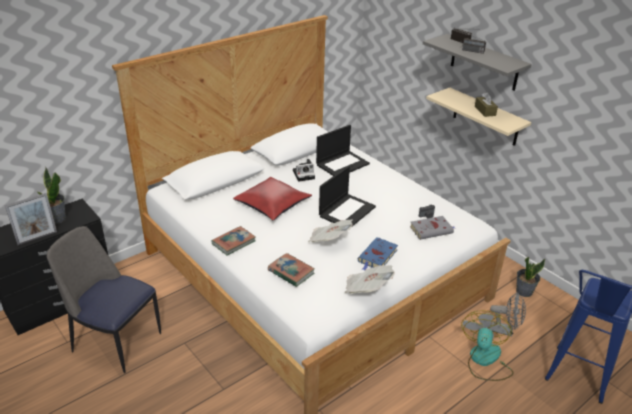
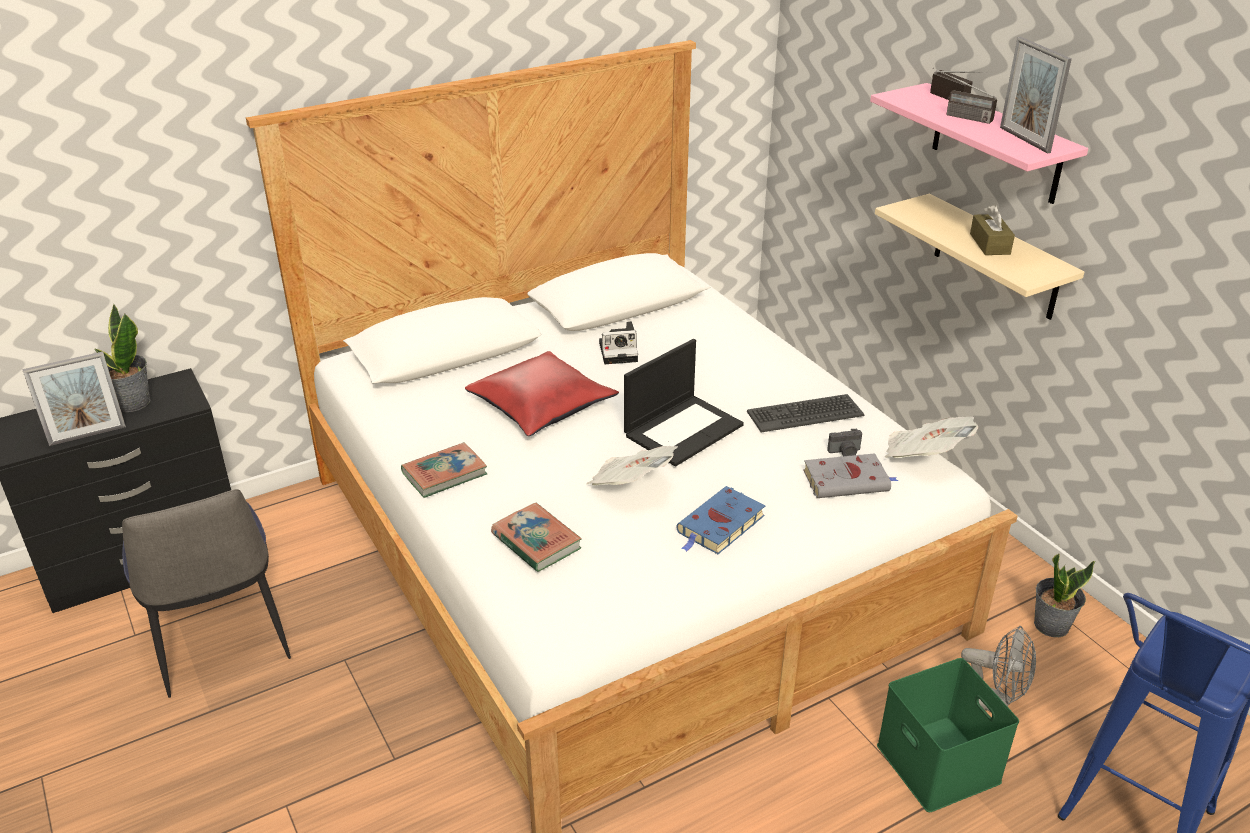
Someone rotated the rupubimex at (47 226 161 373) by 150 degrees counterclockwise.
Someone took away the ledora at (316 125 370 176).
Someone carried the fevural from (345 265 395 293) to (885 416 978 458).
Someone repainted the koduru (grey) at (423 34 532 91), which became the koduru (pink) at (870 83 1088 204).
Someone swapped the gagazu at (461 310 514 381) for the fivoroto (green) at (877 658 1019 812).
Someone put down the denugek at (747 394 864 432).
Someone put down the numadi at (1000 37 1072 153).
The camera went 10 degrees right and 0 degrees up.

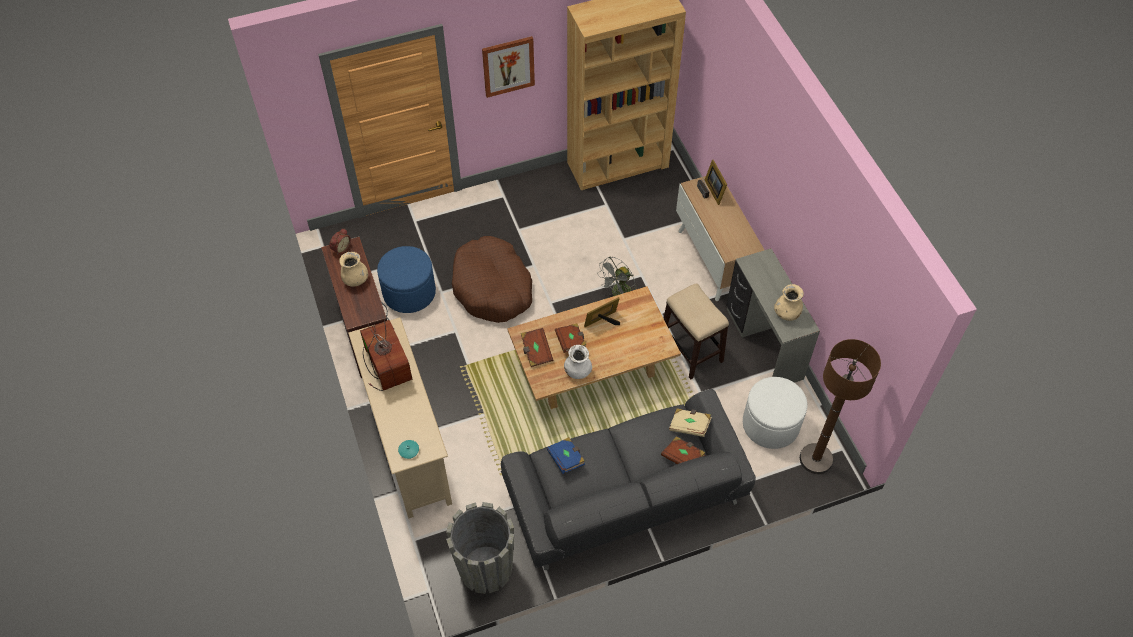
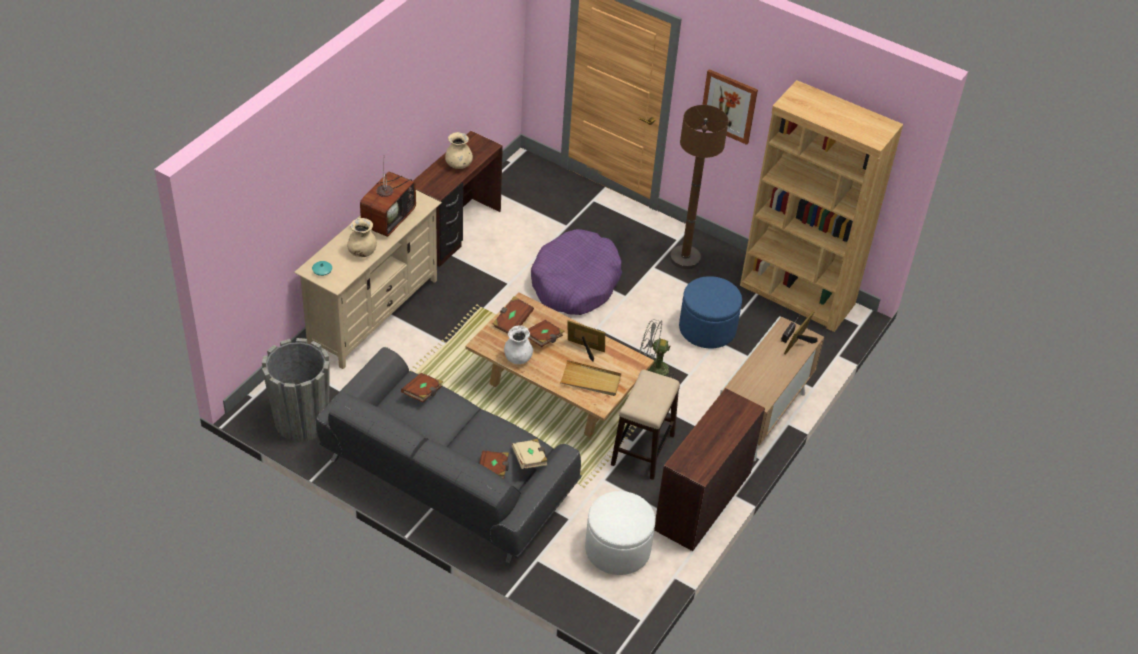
Someone took away the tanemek at (329 228 351 255).
Someone carried the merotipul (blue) from (377 246 436 313) to (679 276 742 348).
Someone repainted the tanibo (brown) at (452 236 532 323), which became the tanibo (purple) at (531 229 622 315).
Someone repainted the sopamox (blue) at (547 437 585 474), which became the sopamox (brown) at (401 373 443 402).
Someone repainted the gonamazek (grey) at (726 248 820 383), which became the gonamazek (brown) at (654 388 765 551).
Someone carried the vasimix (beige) from (774 284 804 321) to (347 218 377 257).
Someone carried the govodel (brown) from (800 339 881 474) to (670 105 728 269).
Someone put down the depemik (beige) at (560 360 621 396).
The camera went 50 degrees right and 10 degrees down.

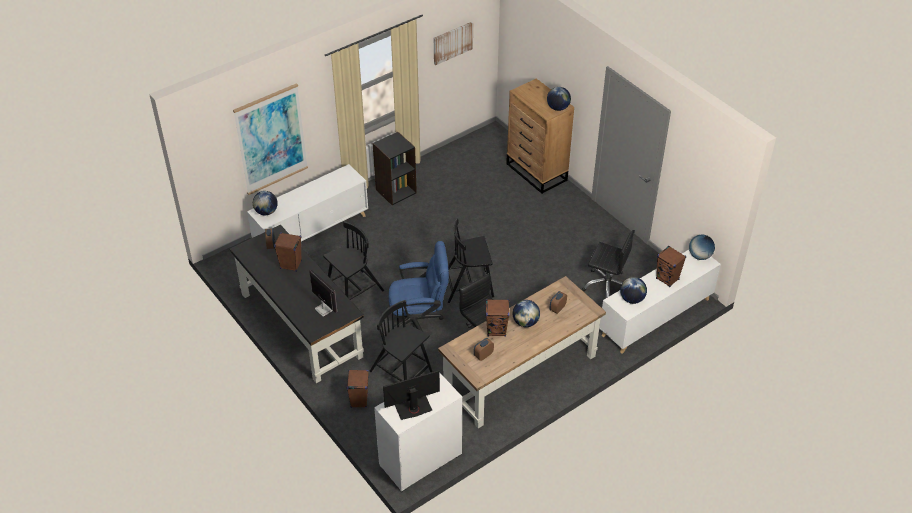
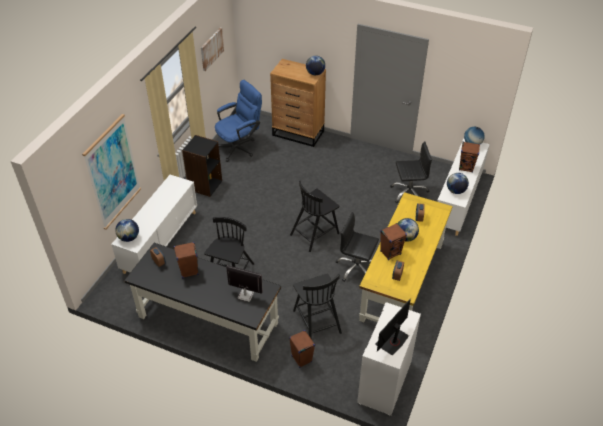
Someone rotated the rupubimex (black) at (369 300 432 381) by 120 degrees counterclockwise.
Someone carried the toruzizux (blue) from (387 241 449 331) to (215 80 262 162).
Someone repainted the gonamazek (brown) at (438 276 606 428), which became the gonamazek (yellow) at (359 192 453 322).
The camera went 30 degrees left and 0 degrees up.

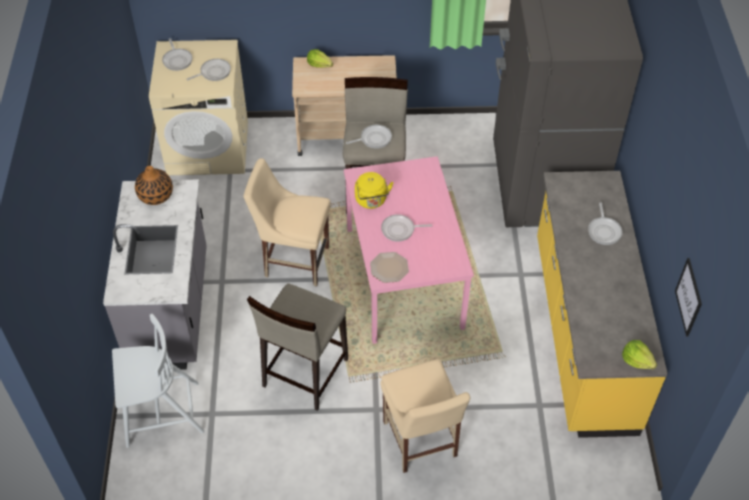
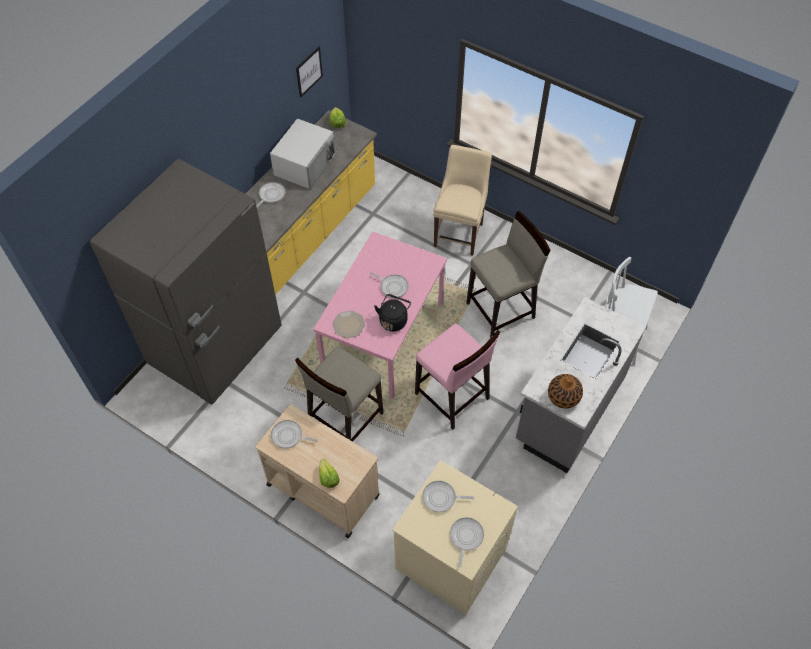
Someone swapped the rupubimex (beige) at (244 158 330 286) for the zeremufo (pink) at (415 324 500 430).
Someone carried the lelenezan from (346 125 392 149) to (271 420 318 449).
Someone repainted the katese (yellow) at (355 172 393 209), which became the katese (black) at (374 294 411 331).
Someone carried the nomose from (370 252 409 283) to (332 310 366 338).
Someone put down the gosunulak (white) at (270 119 335 189).
The camera went 145 degrees left and 5 degrees up.

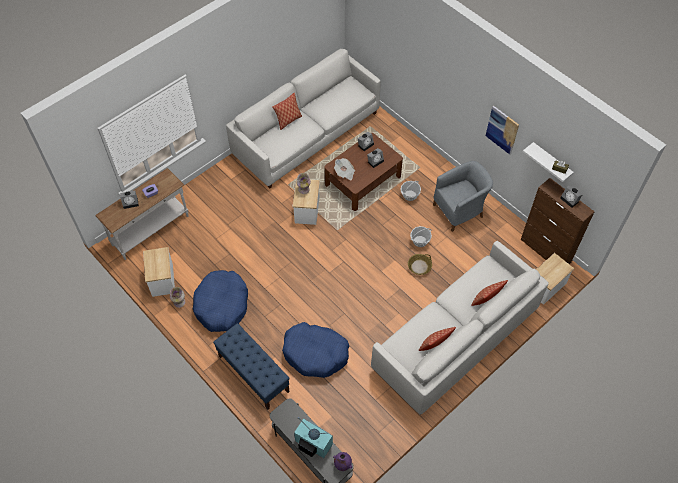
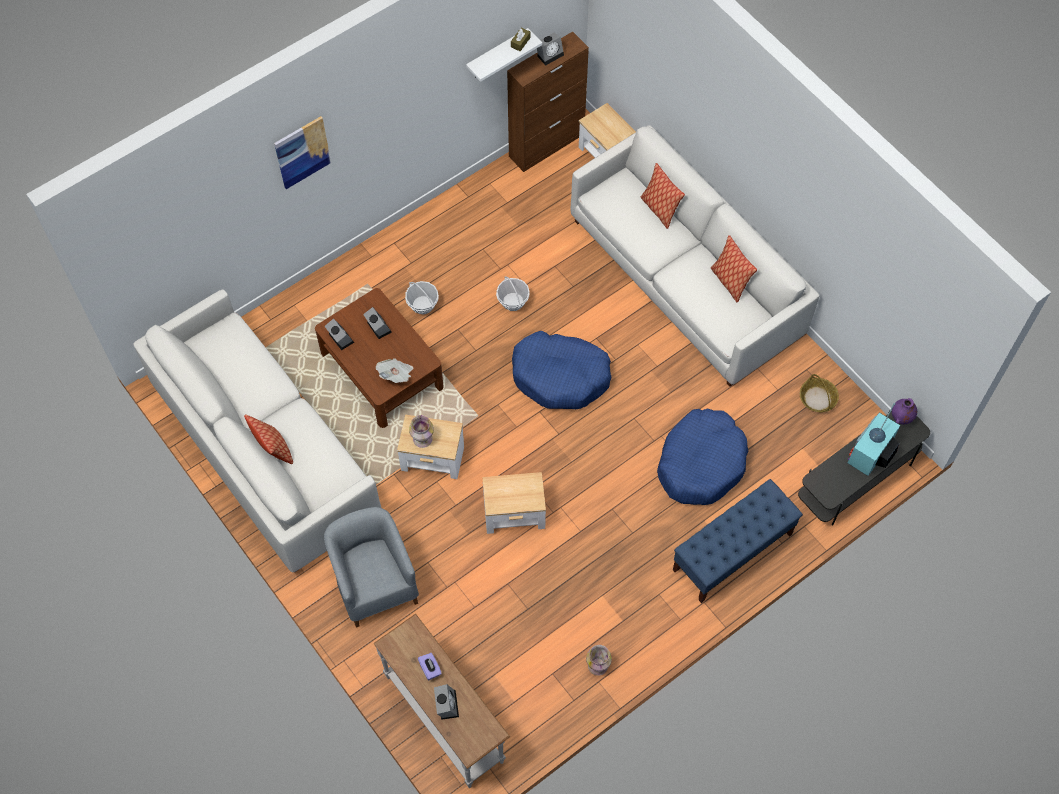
Someone carried the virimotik from (143 247 175 297) to (482 472 546 534).
Someone carried the tanibo (blue) from (193 270 248 332) to (512 331 612 409).
Someone carried the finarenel from (408 254 432 275) to (800 374 839 412).
Someone carried the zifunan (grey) from (433 161 493 232) to (324 507 419 628).
Someone carried the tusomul from (486 106 519 154) to (274 116 331 189).
The camera went 85 degrees left and 5 degrees up.

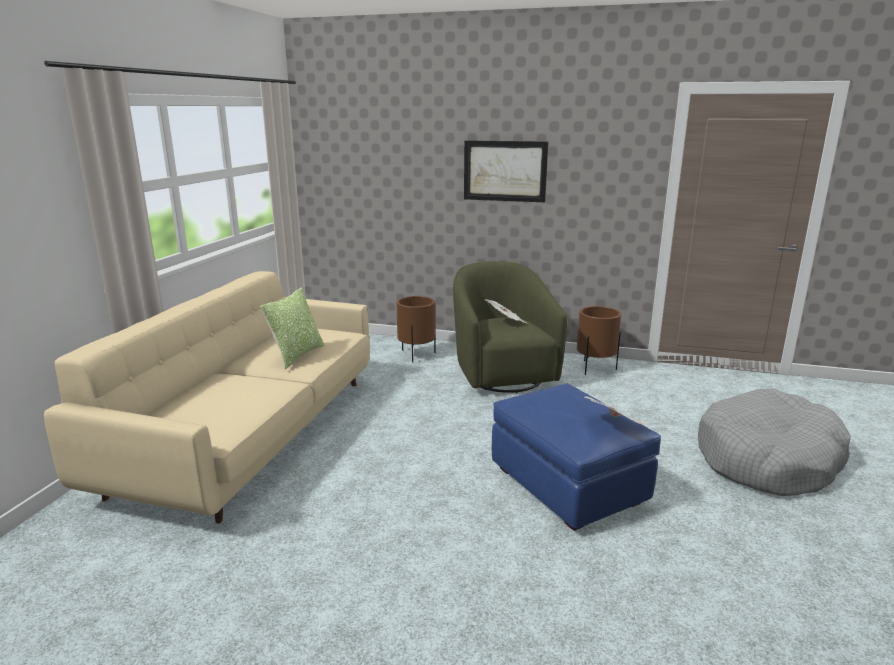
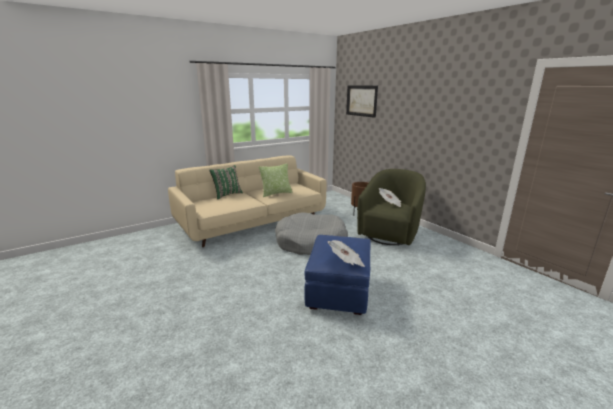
Someone carried the tusomul from (464 140 548 202) to (346 85 378 118).
Someone took away the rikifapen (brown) at (577 306 621 375).
Someone carried the tanibo (grey) from (698 389 851 496) to (275 212 348 255).
Someone put down the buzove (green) at (209 165 243 199).
The camera went 40 degrees right and 0 degrees up.

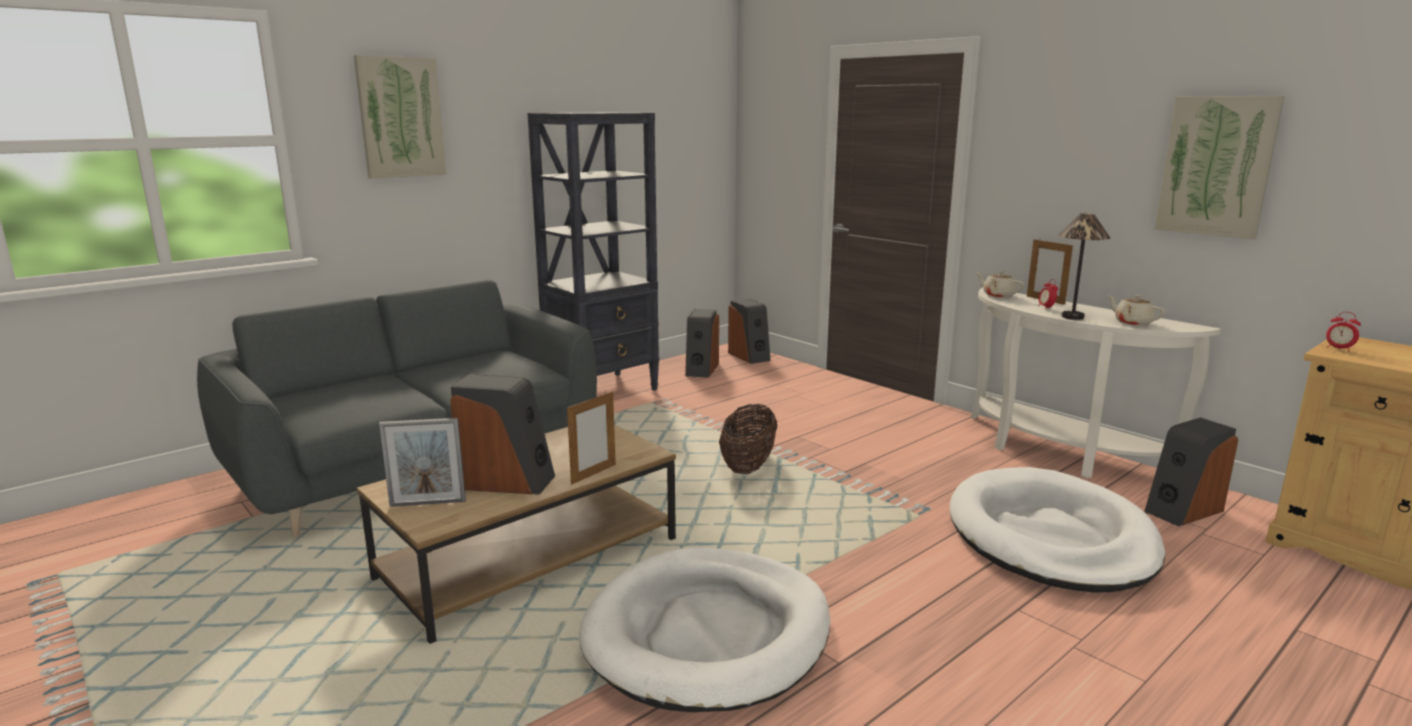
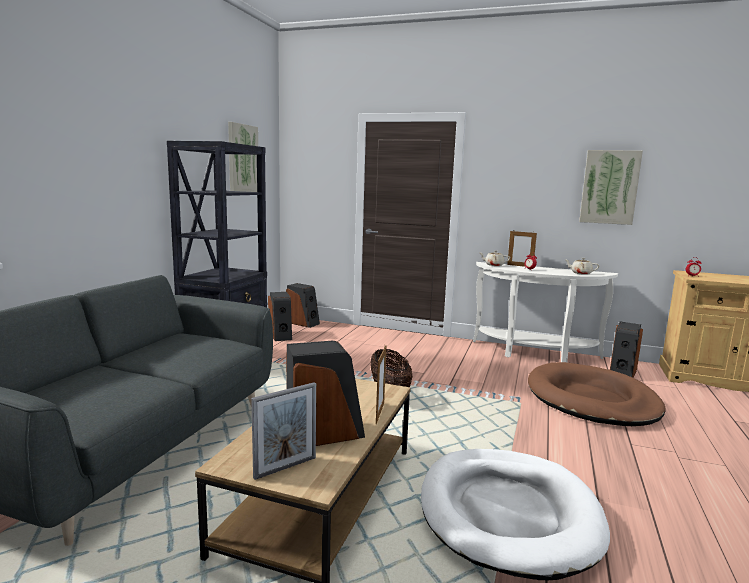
Someone carried the tusomul from (354 55 446 179) to (228 122 258 192).
Someone repainted the tanibo (white) at (950 467 1165 593), which became the tanibo (brown) at (528 362 666 426).
Someone took away the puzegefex at (1058 213 1110 320).
The camera went 30 degrees left and 5 degrees down.

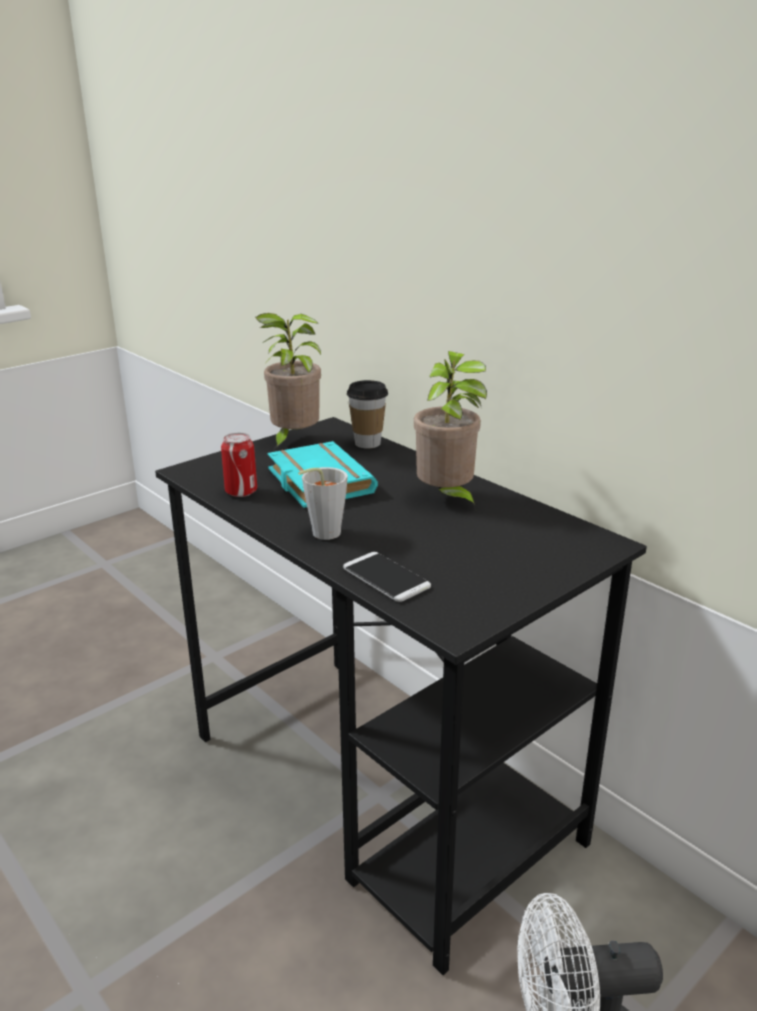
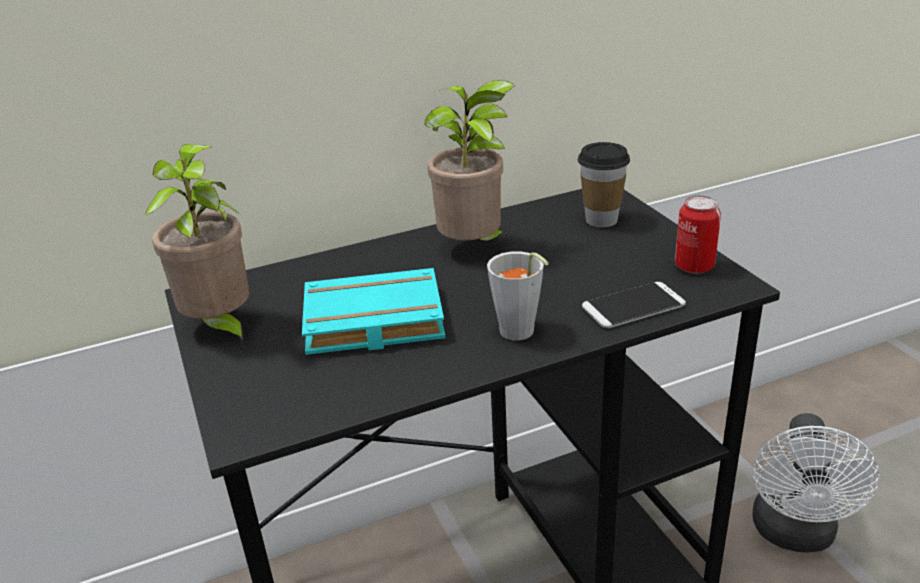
Someone carried the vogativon from (221 433 257 497) to (675 195 721 274).
Someone carried the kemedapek from (347 380 388 449) to (578 142 630 227).
The camera went 70 degrees left and 5 degrees up.

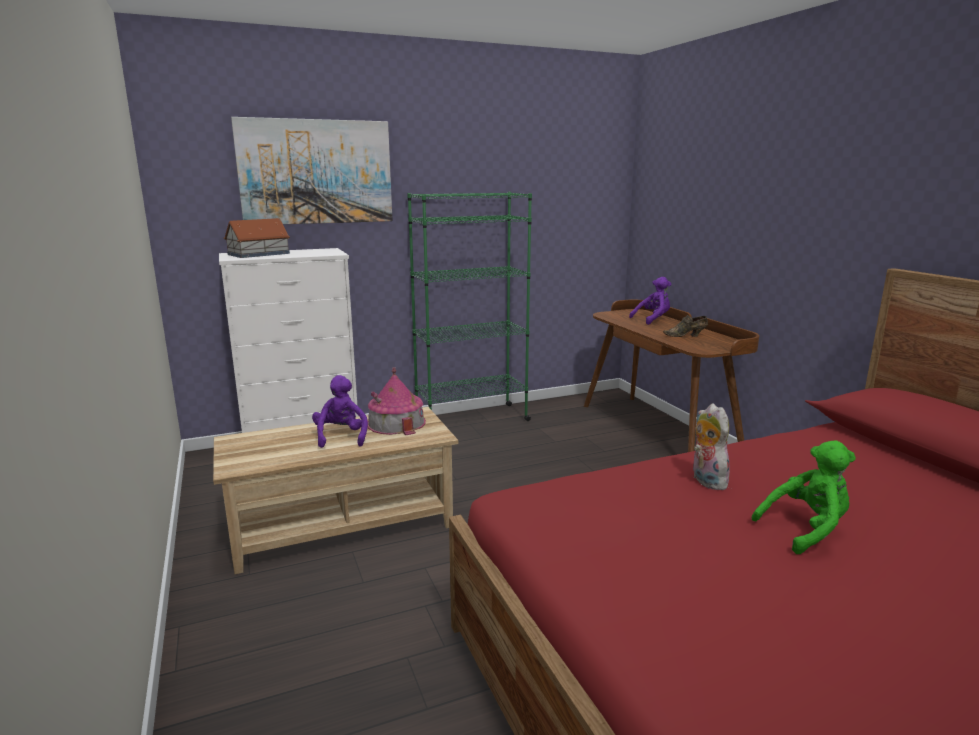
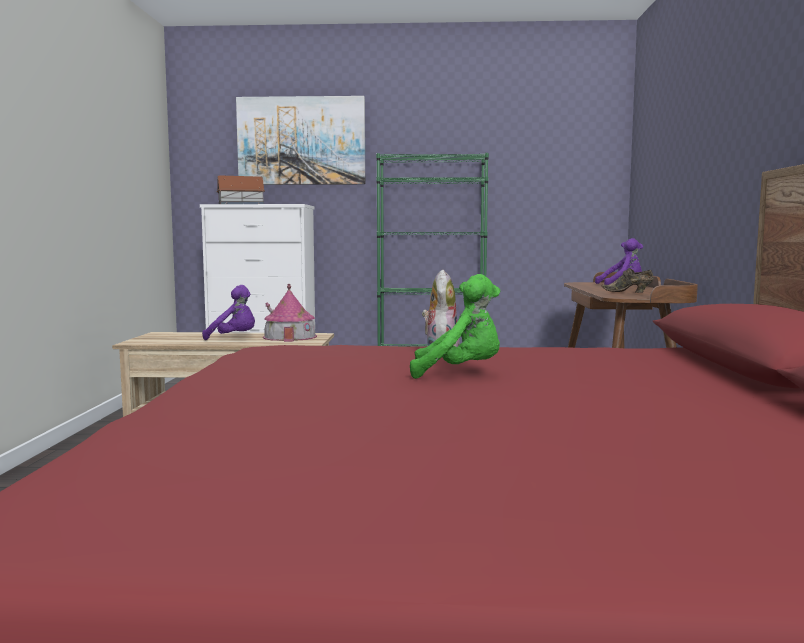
Someone rotated the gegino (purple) at (312 375 368 448) by 90 degrees clockwise.
The camera went 25 degrees right and 10 degrees down.

